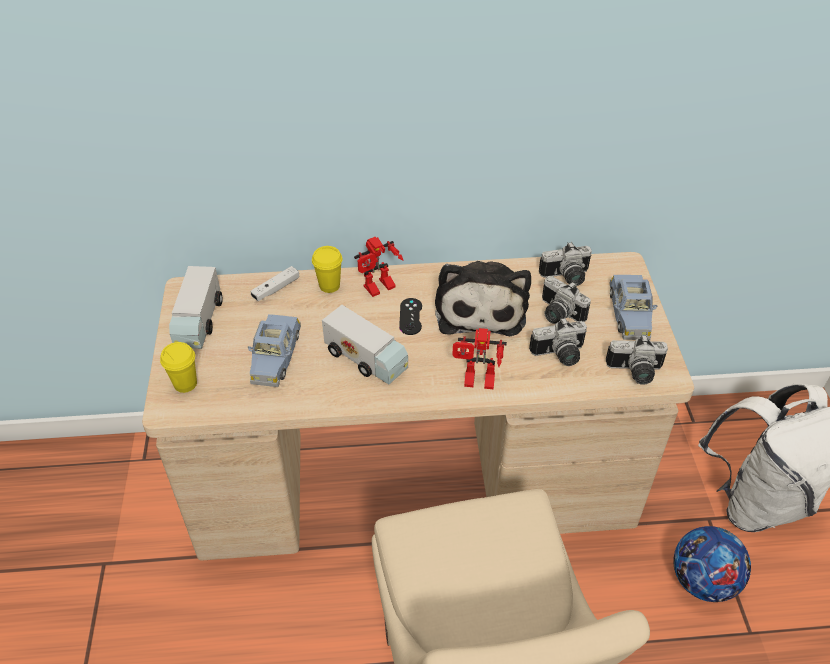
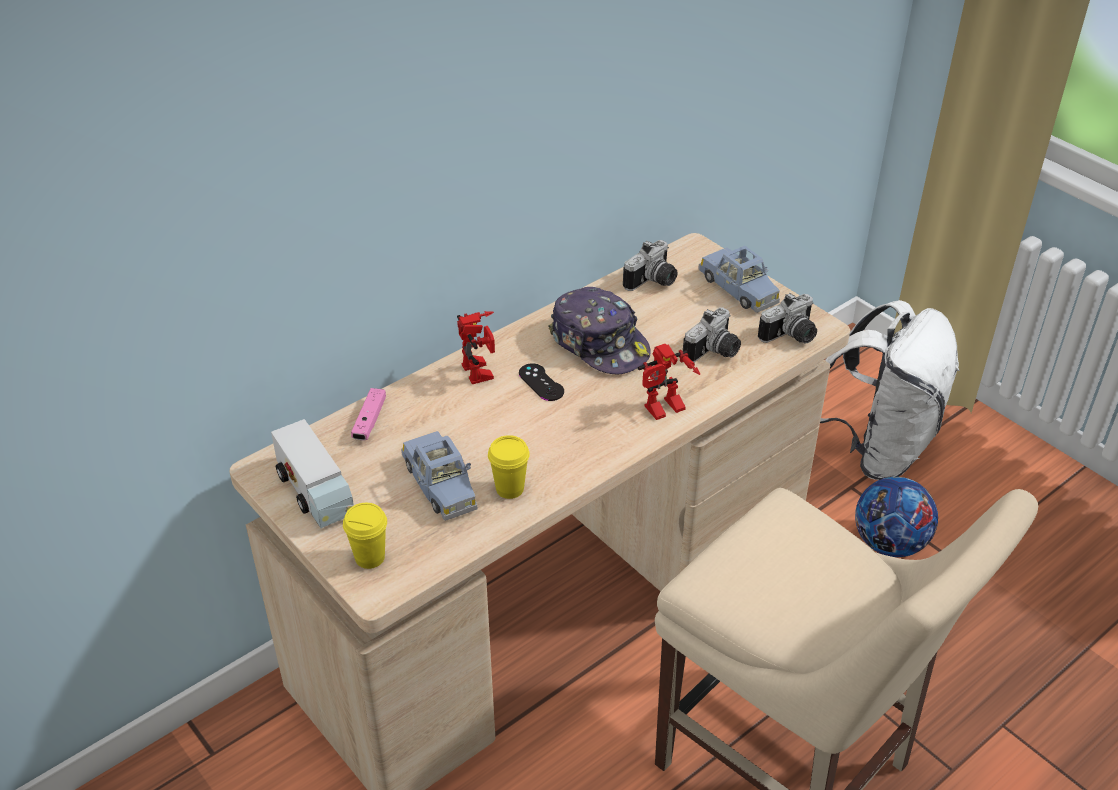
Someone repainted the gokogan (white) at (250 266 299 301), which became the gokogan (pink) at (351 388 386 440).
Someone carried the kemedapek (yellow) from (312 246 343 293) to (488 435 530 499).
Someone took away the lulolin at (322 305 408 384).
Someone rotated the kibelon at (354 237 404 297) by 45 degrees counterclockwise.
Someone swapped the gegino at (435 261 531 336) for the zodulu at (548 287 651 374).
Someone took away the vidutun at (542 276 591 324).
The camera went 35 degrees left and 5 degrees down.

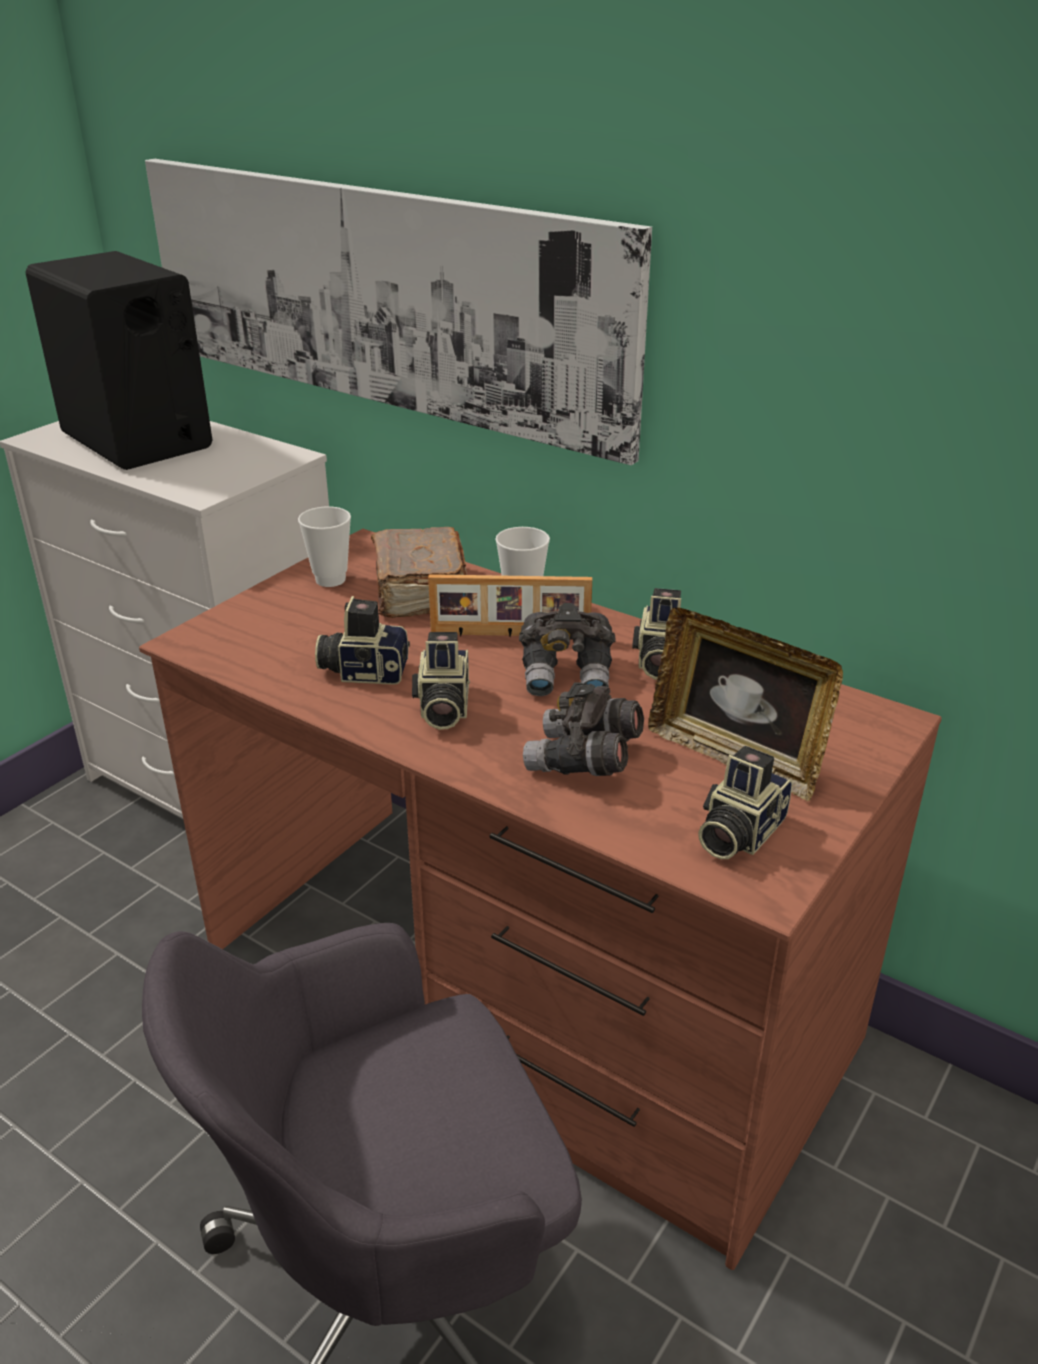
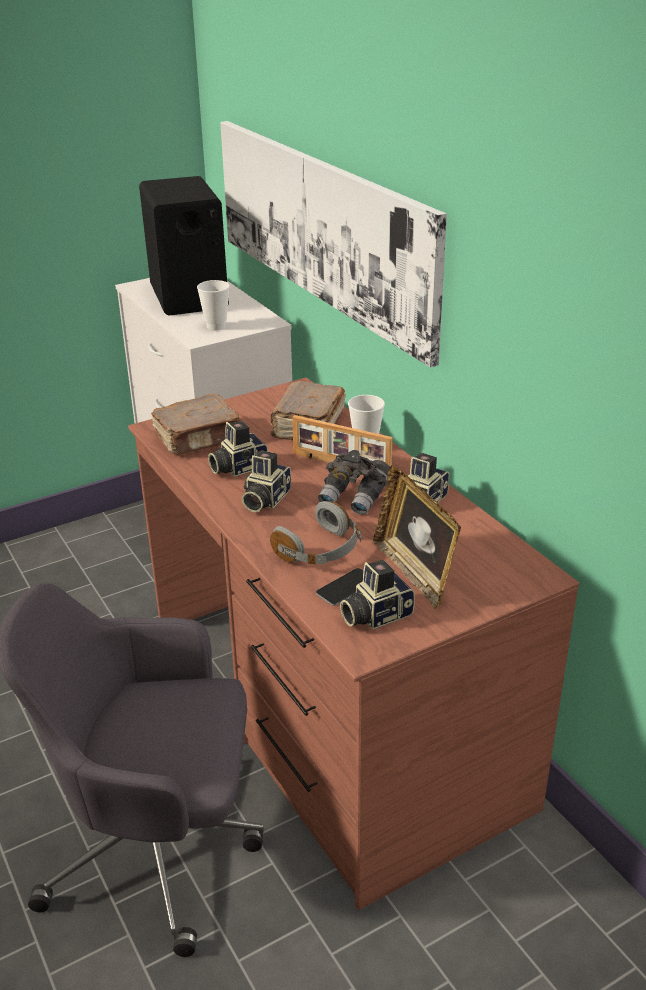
Someone carried the kemedapek from (298 506 351 587) to (197 280 230 330).
Someone rotated the vidutun at (315 596 410 685) by 60 degrees counterclockwise.
Someone swapped the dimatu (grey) at (523 682 644 776) for the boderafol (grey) at (270 501 361 564).
Someone put down the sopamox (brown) at (151 394 240 455).
Someone put down the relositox at (316 568 363 606).
The camera went 25 degrees right and 0 degrees up.

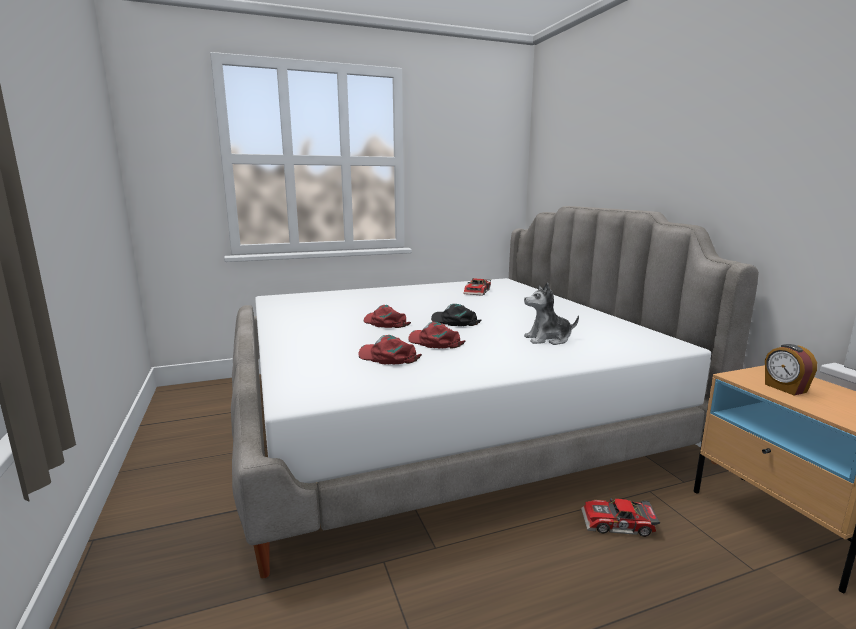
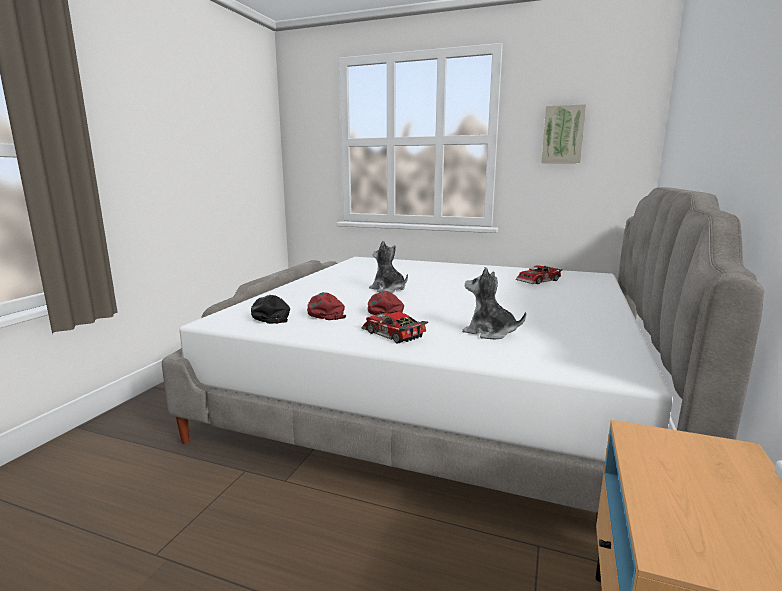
Someone swapped the zodulu (red) at (364 305 411 328) for the gegino at (369 241 408 293).
Someone carried the zodulu (black) from (431 304 481 326) to (251 295 290 324).
Someone carried the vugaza from (581 498 660 537) to (361 312 428 344).
Someone took away the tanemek at (765 344 817 395).
Someone put up the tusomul at (541 104 586 163).
The camera went 40 degrees right and 0 degrees up.

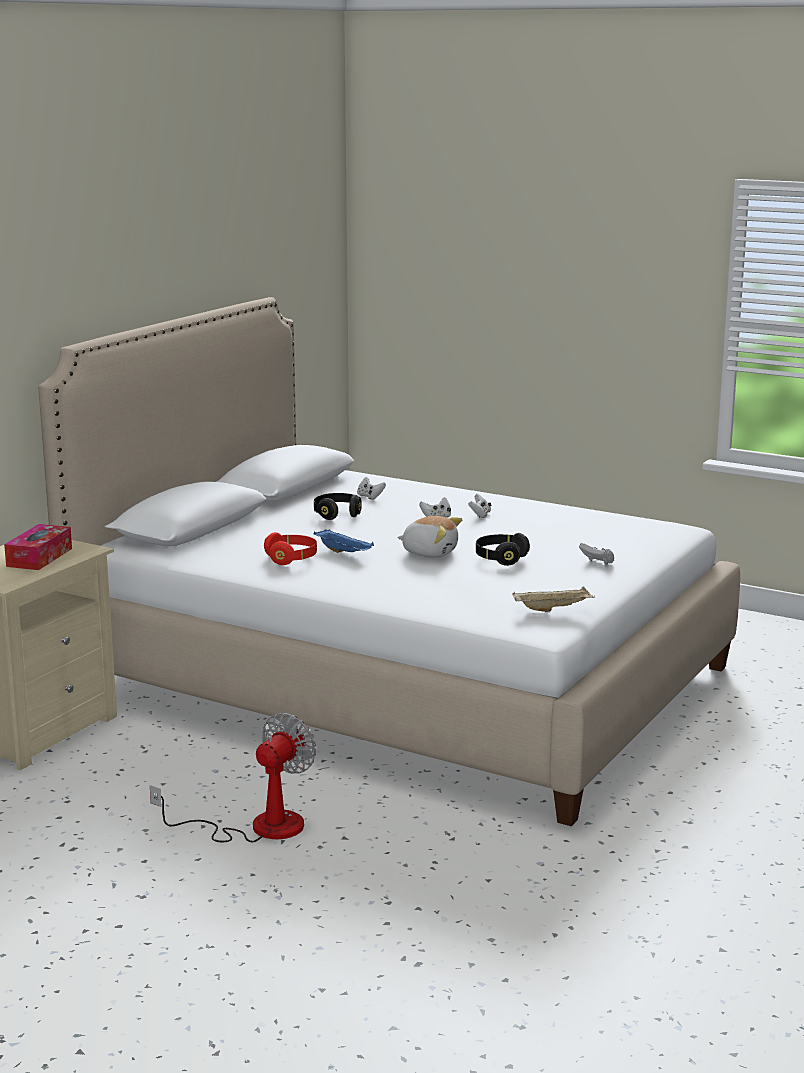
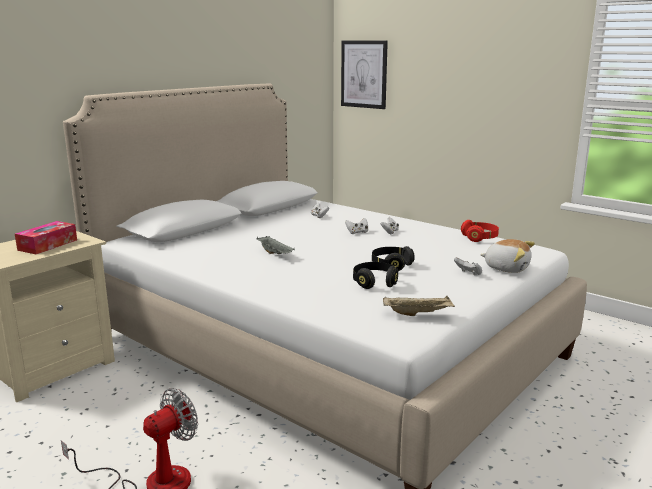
Someone carried the boderafol (red) from (264 532 317 565) to (461 220 499 242).
Someone carried the boderafol (black) from (314 493 362 520) to (353 262 398 289).
Someone repainted the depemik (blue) at (314 529 374 553), which became the depemik (grey) at (257 236 295 254).
Someone carried the gegino from (397 516 462 557) to (480 239 535 273).
Someone put up the tusomul at (341 40 388 109).
The camera went 10 degrees right and 0 degrees up.

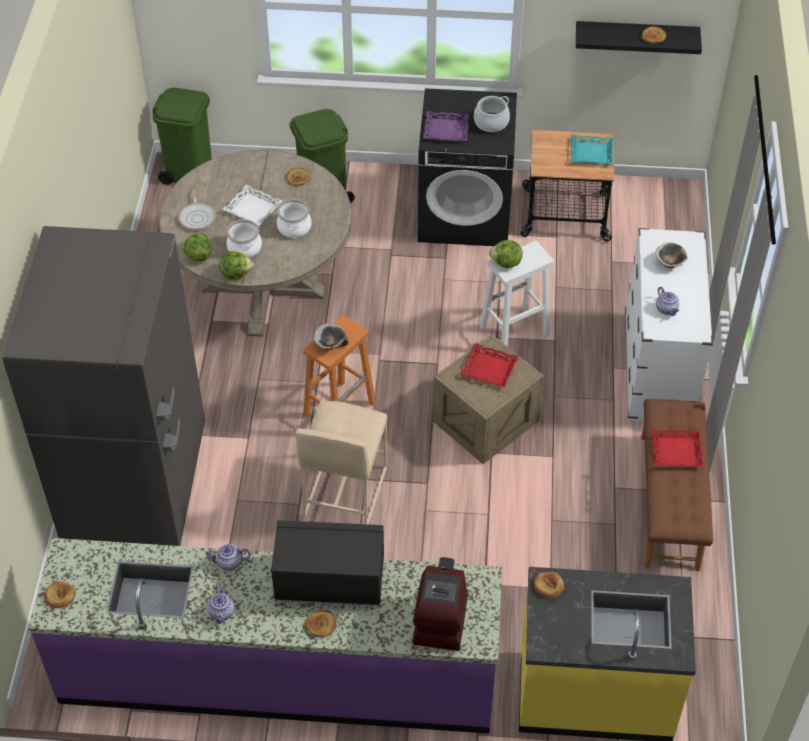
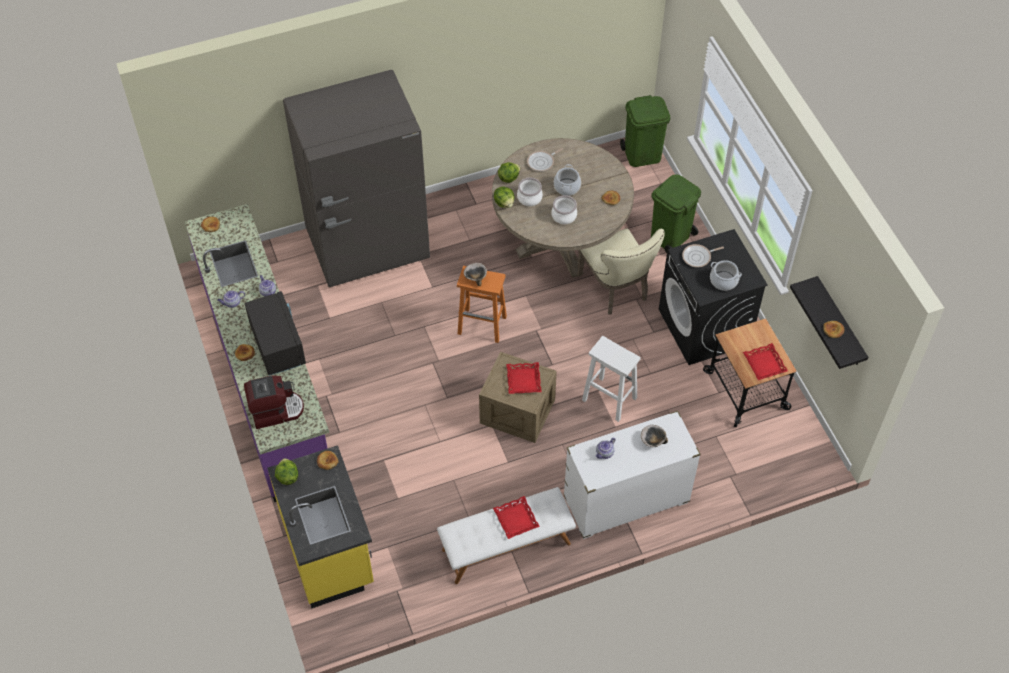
Someone swapped the depemik (white) at (223 185 282 226) for the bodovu at (554 164 581 196).
Someone took away the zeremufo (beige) at (295 400 387 525).
Someone swapped the depemik (purple) at (423 111 469 142) for the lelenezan at (682 244 724 268).
Someone carried the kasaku from (489 240 523 268) to (275 458 298 485).
Someone repainted the depemik (turquoise) at (570 135 614 165), which became the depemik (red) at (743 343 788 380).
Someone repainted the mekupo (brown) at (641 399 713 571), which became the mekupo (white) at (437 487 576 584).
Someone put down the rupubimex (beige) at (577 229 665 315).
The camera went 65 degrees right and 5 degrees up.

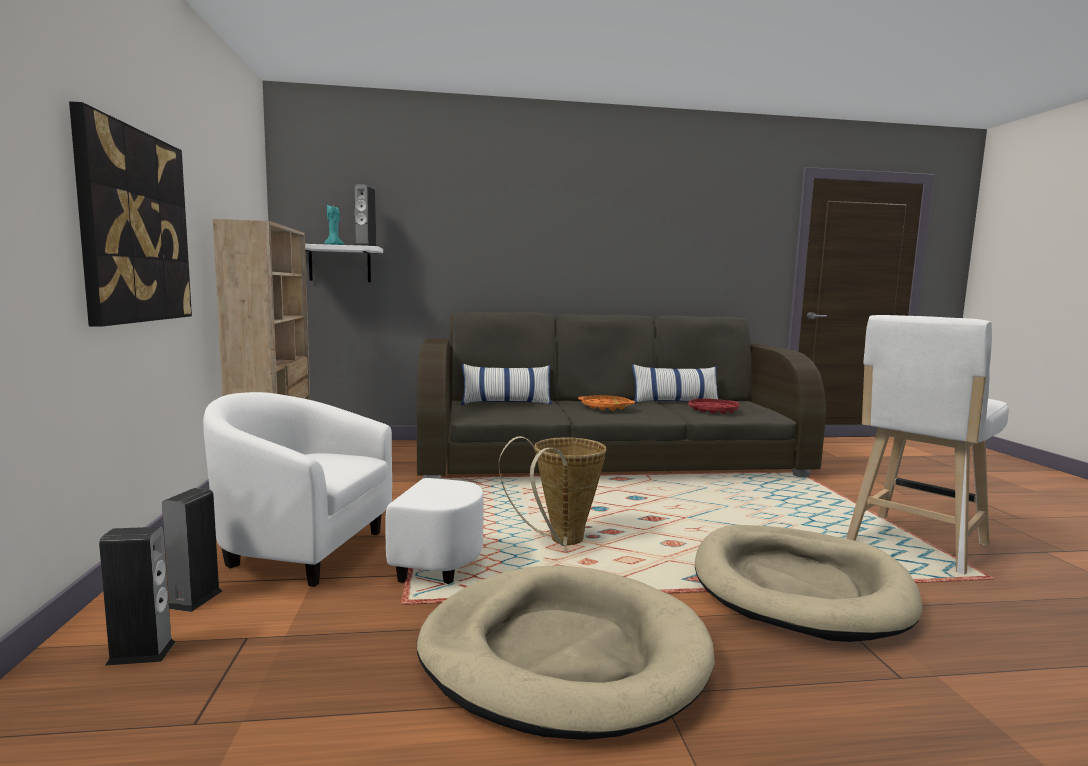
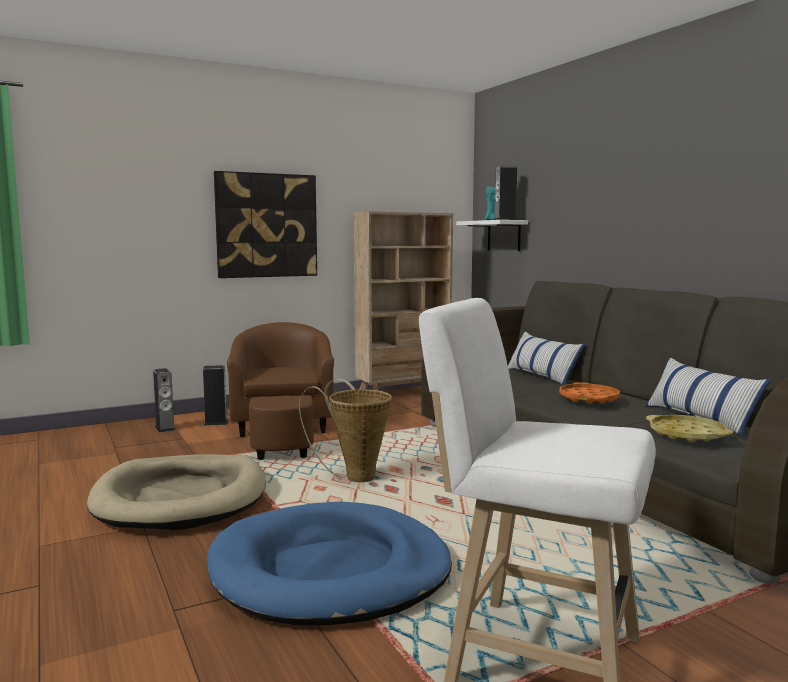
Someone repainted the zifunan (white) at (203 392 484 587), which became the zifunan (brown) at (227 322 334 460).
Someone repainted the depemik (red) at (688 399 739 414), which became the depemik (yellow) at (646 415 733 442).
Someone repainted the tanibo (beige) at (695 525 922 642), which became the tanibo (blue) at (207 501 452 625).
The camera went 70 degrees right and 0 degrees up.

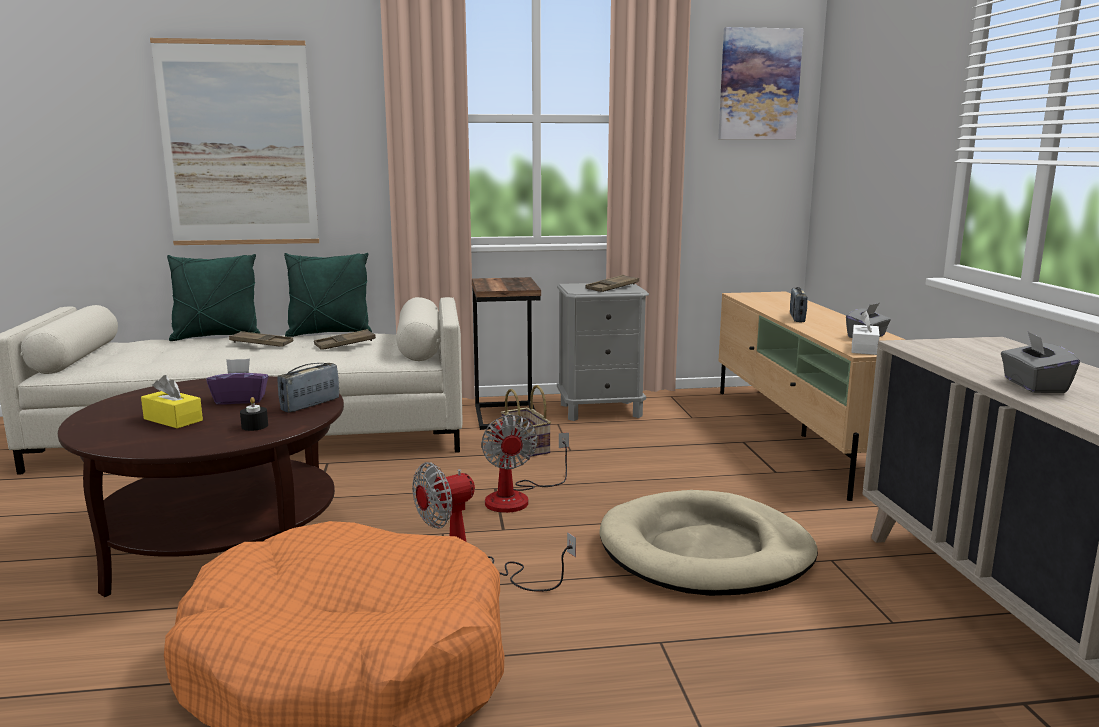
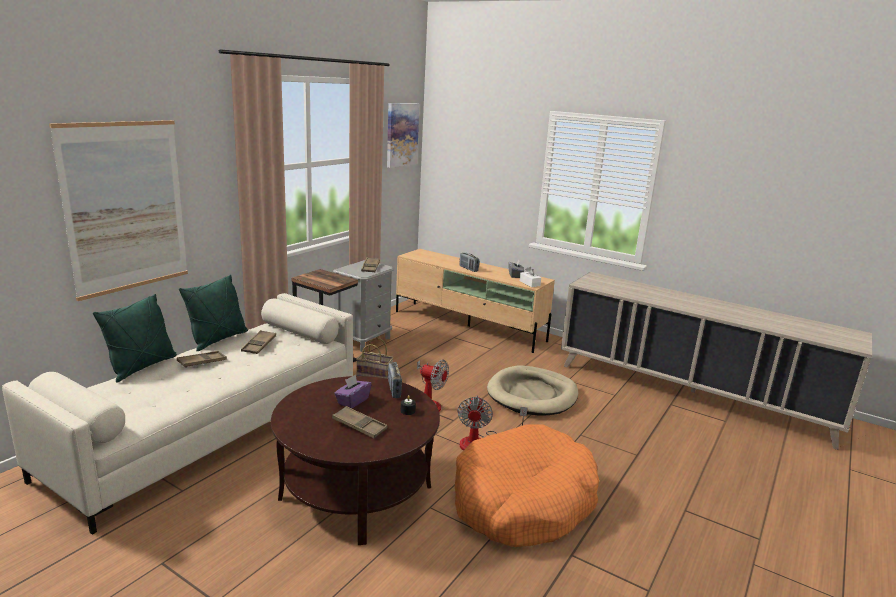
Someone swapped the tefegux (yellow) at (141 375 203 429) for the depemik (brown) at (332 406 388 438).
Someone took away the tefegux (grey) at (1001 331 1080 393).
The camera went 50 degrees left and 5 degrees up.

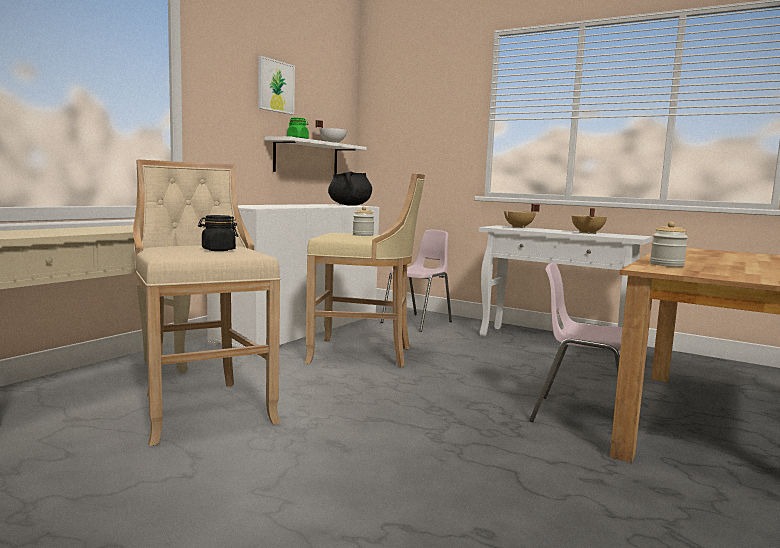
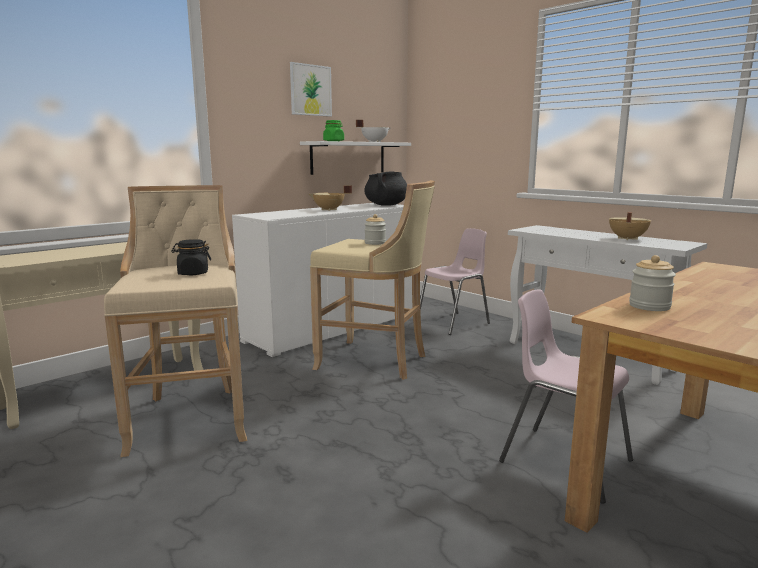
Someone carried the bodovu (beige) from (503 204 540 228) to (309 185 352 211).
The camera went 15 degrees right and 5 degrees up.

